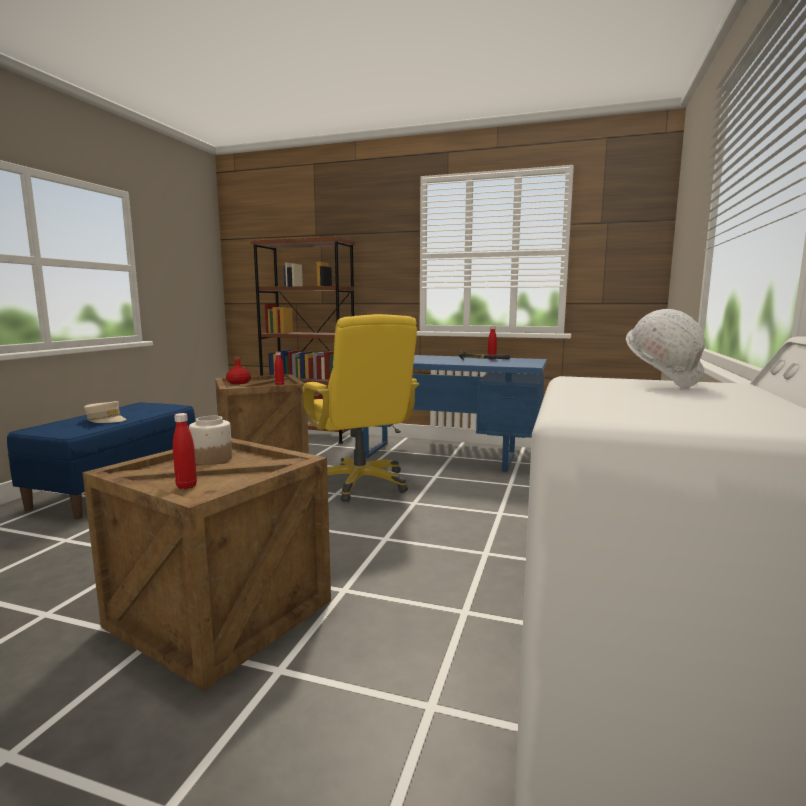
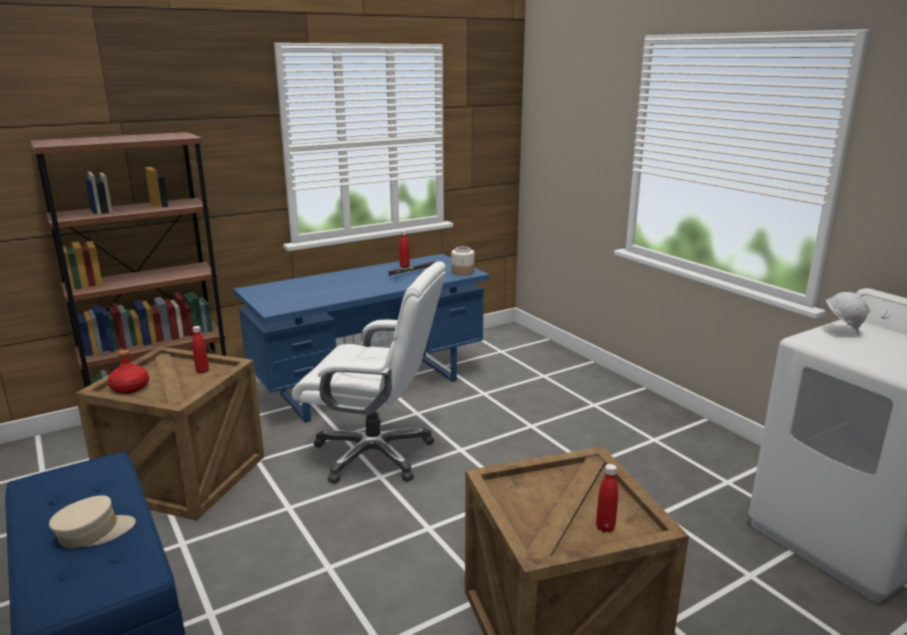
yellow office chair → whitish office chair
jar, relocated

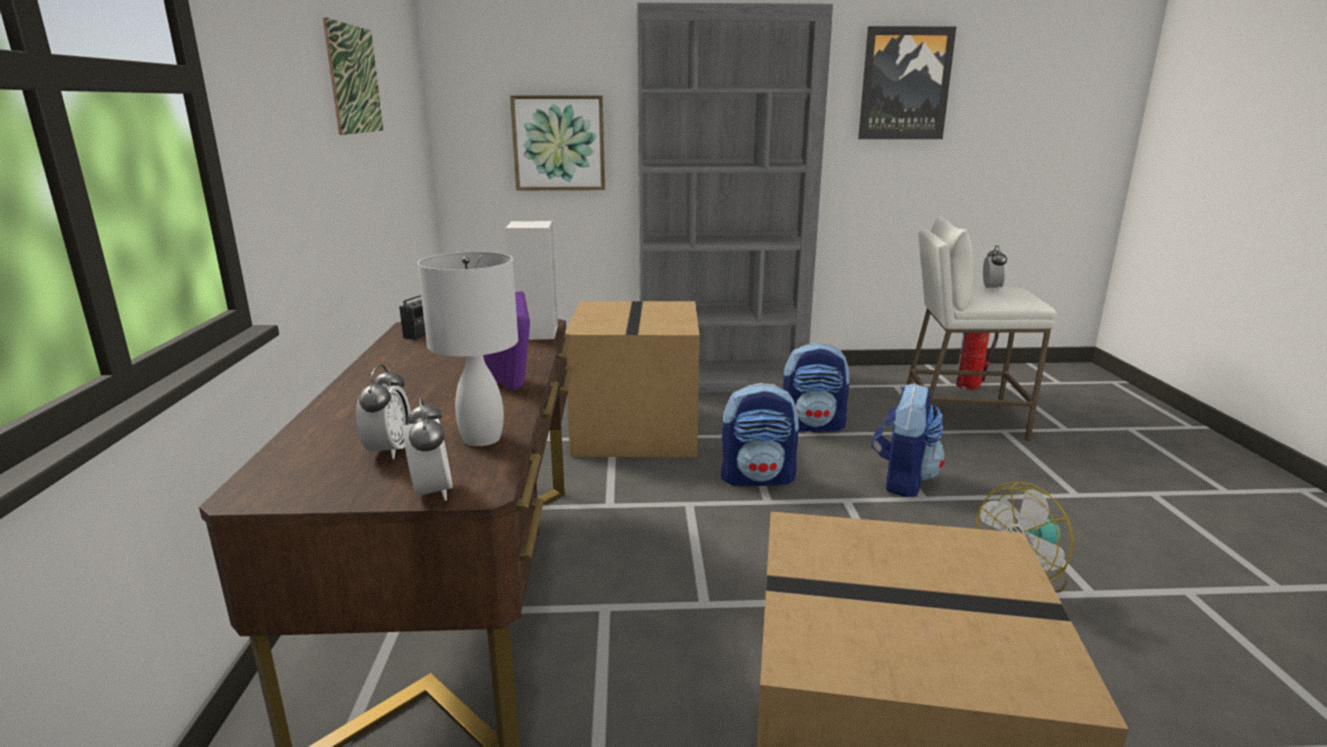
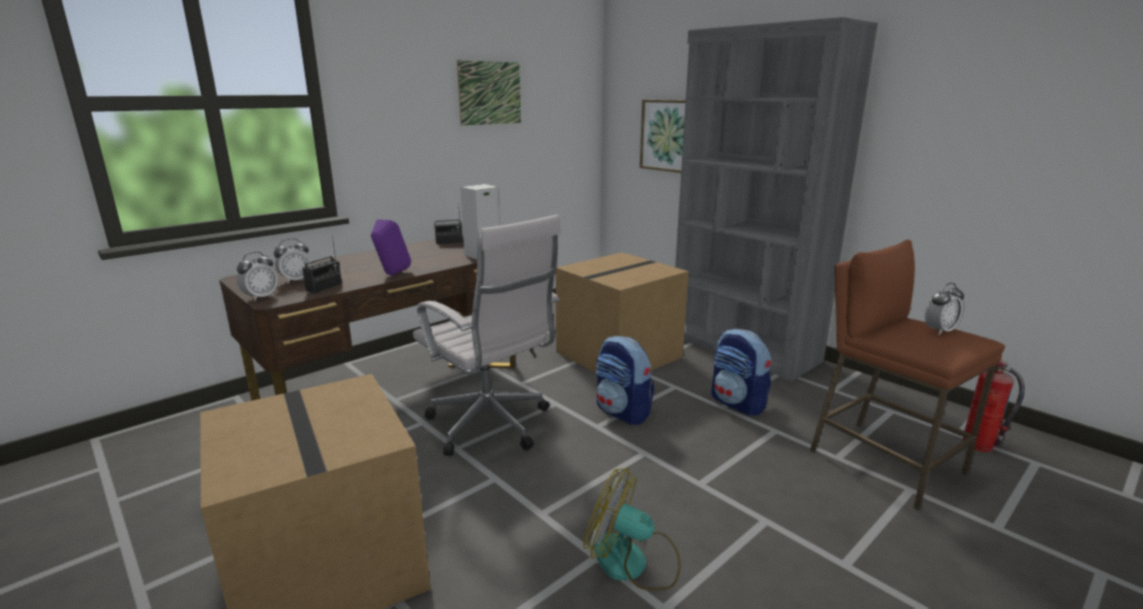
whitish table lamp → radio (no. 1 from left)
- → whitish office chair
whitish sitting stool → brown sitting stool
wall art (no. 3 from left) → -
knapsack (no. 3 from left) → -

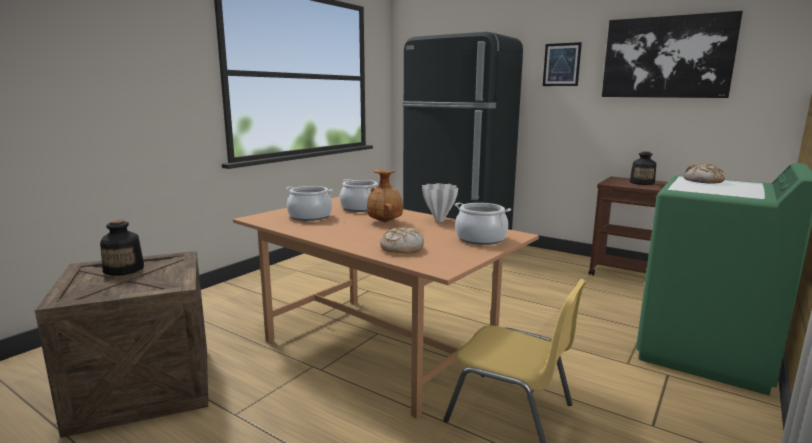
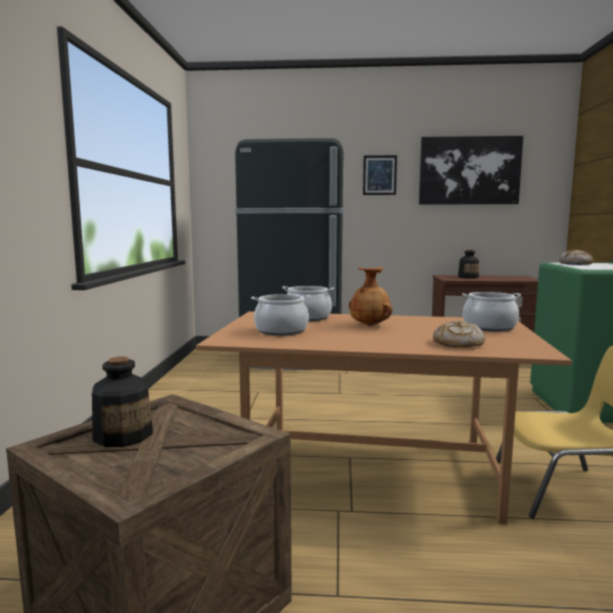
whitish flower vase → -

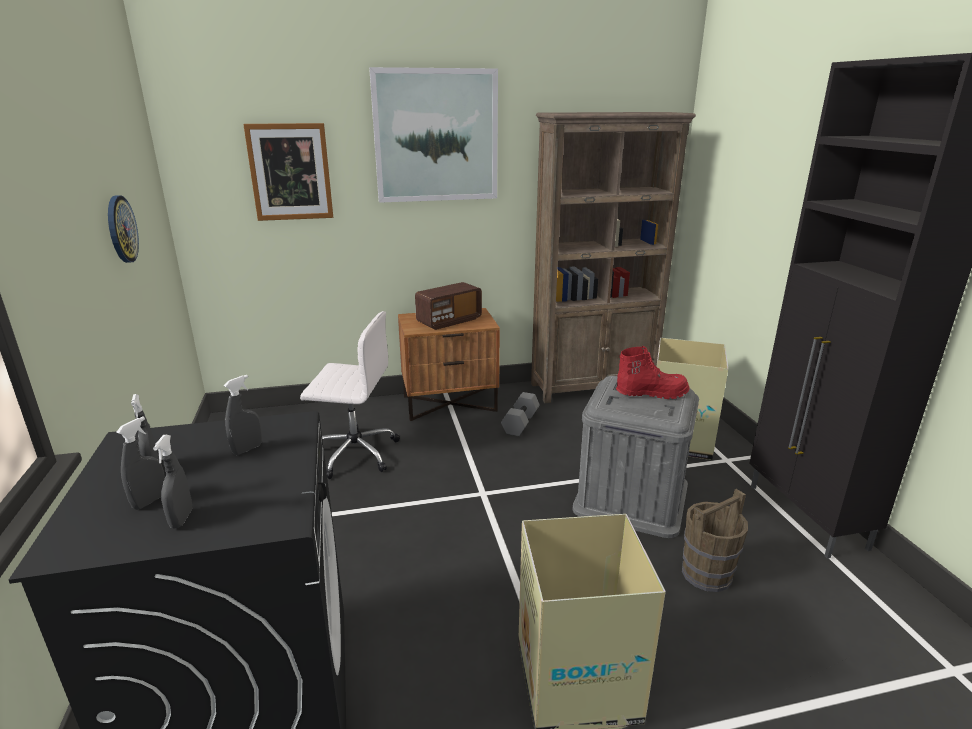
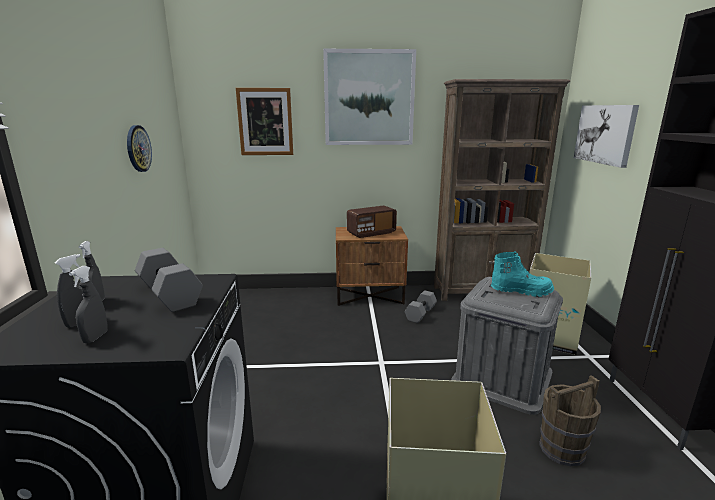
grey spray bottle (no. 4 from left) → grey free weight (no. 1 from left)
red boot → blue-green boot
- → wall art (no. 3 from left)
whitish office chair → -

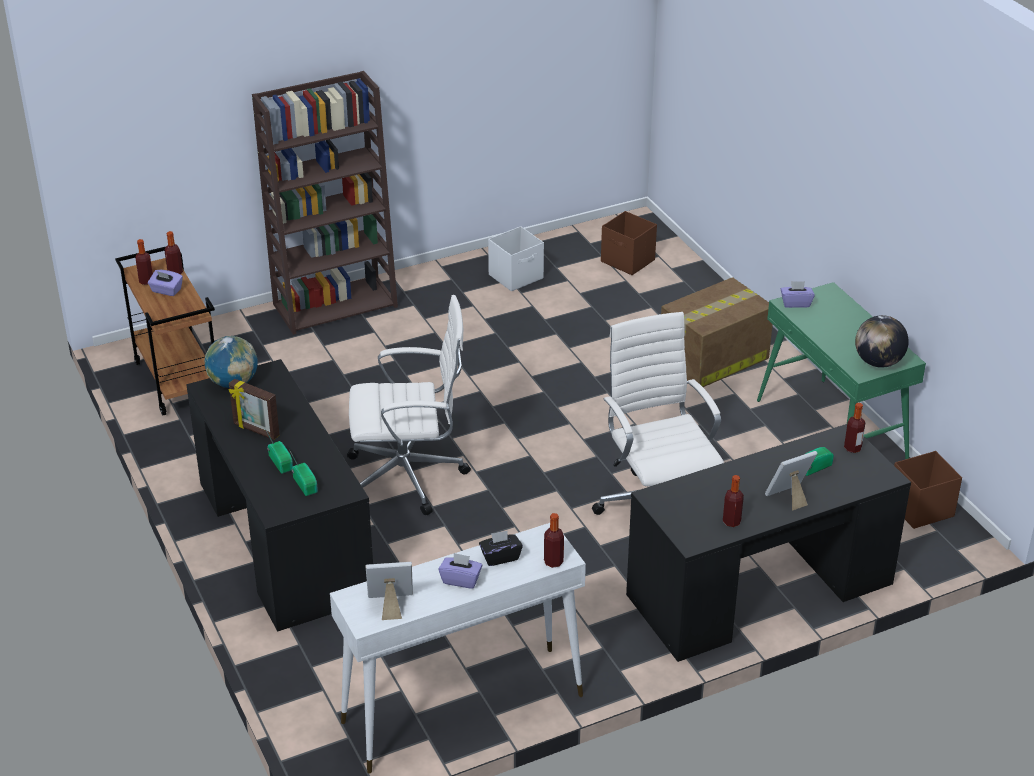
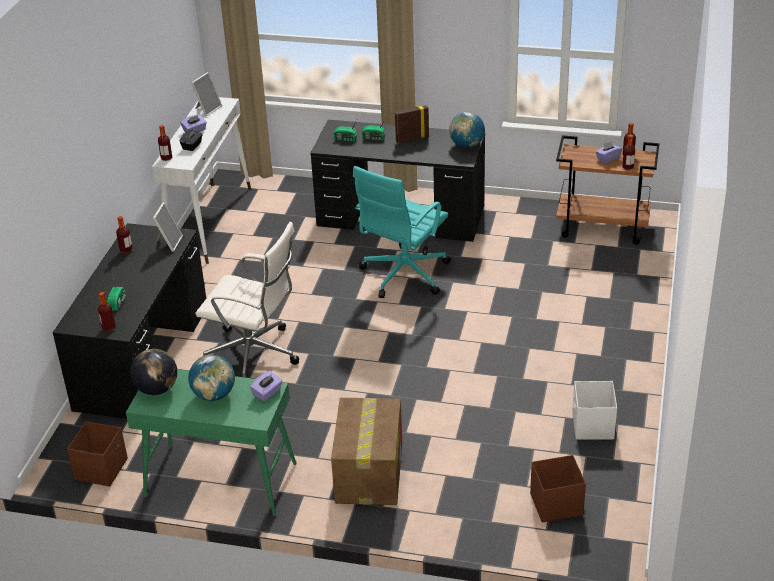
photo frame (no. 3 from left in the first image) → photo frame (no. 1 from left), relocated
- → desk globe (no. 2 from left)
whitish office chair (no. 1 from left) → blue-green office chair
brown shelving unit → -

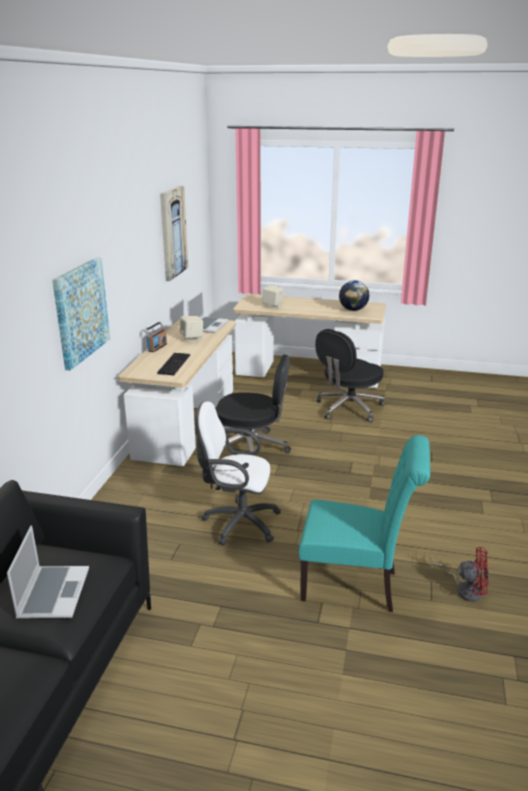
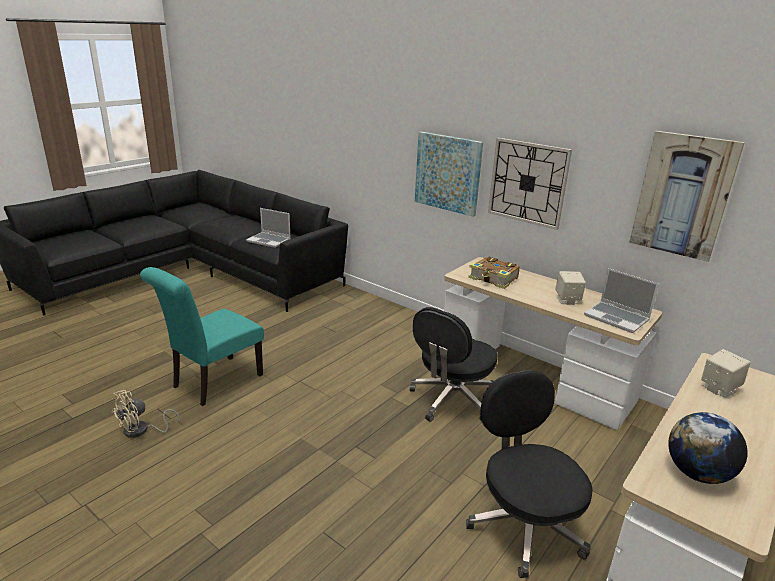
red cooling fan → beige cooling fan
computer keyboard → book
- → hanging clock
radio → -
whitish office chair → -

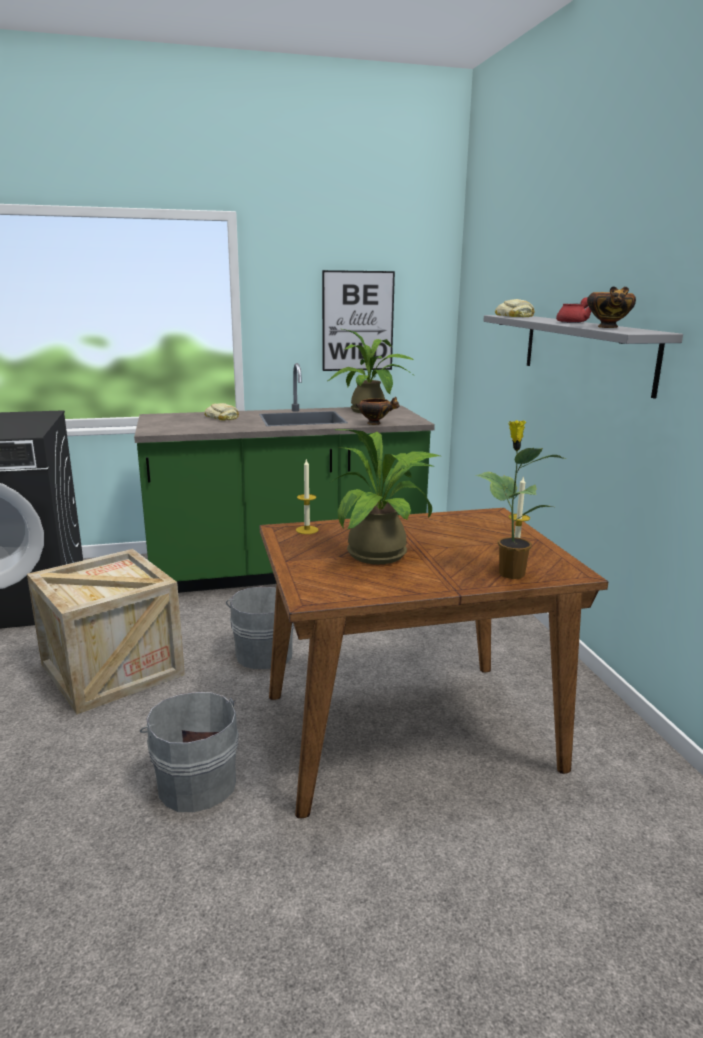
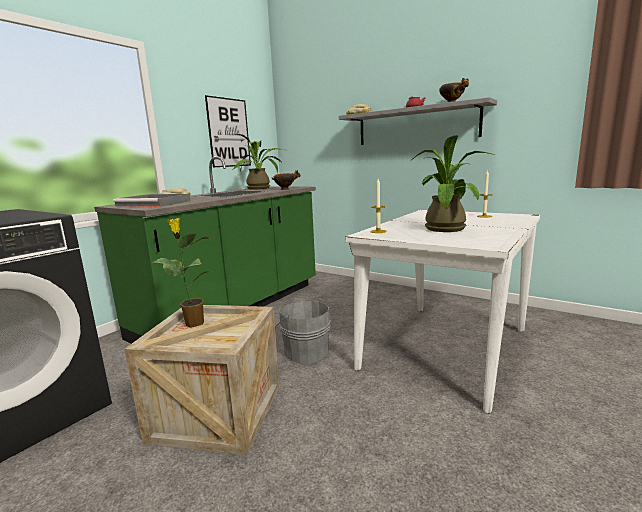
- → grey serving tray
houseplant (no. 3 from left in the first image) → houseplant (no. 1 from left), relocated
brown kitchen table → whitish kitchen table
grey water bucket (no. 1 from left) → -

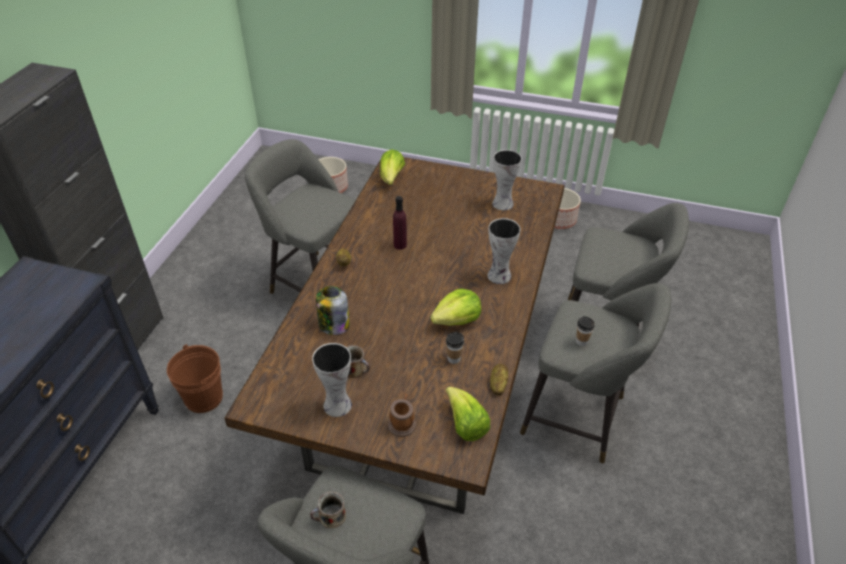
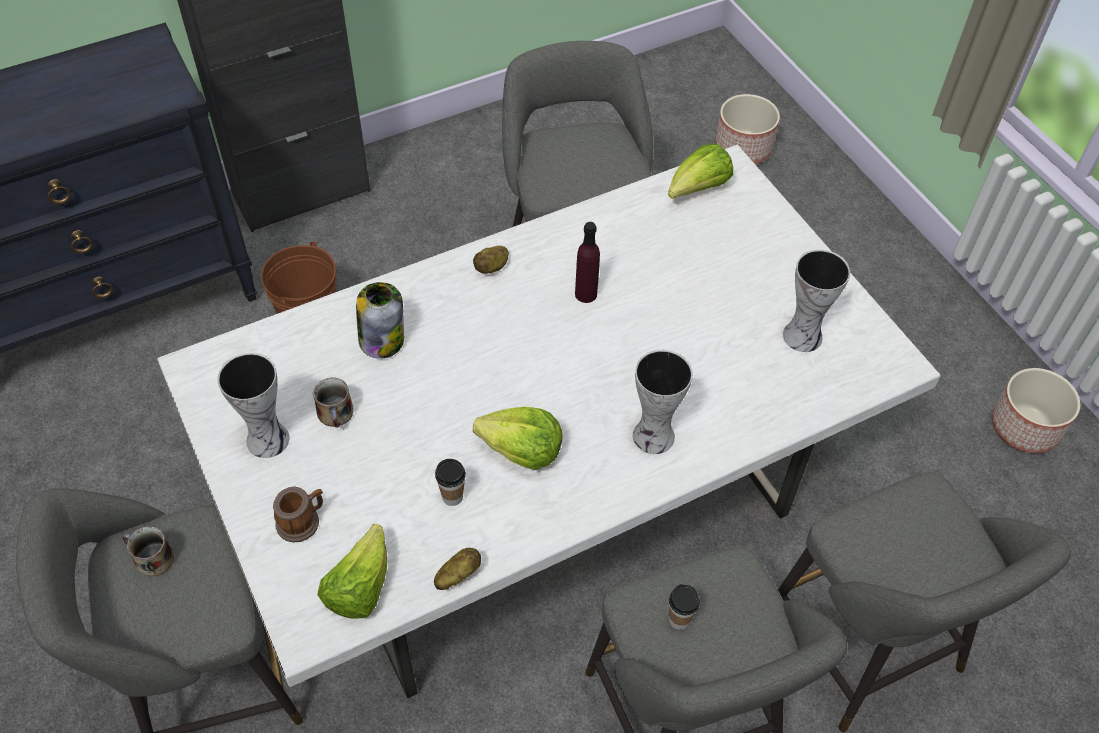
brown kitchen table → whitish kitchen table

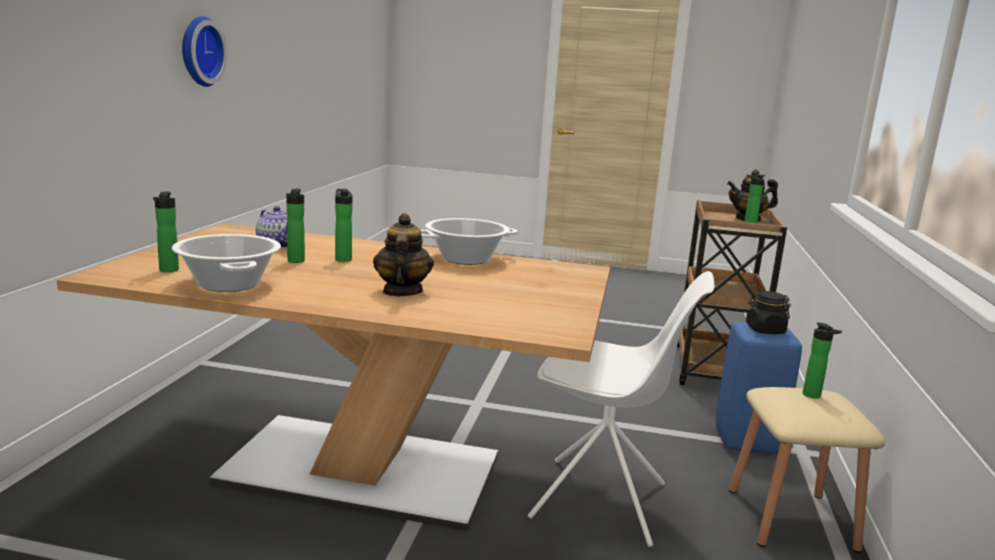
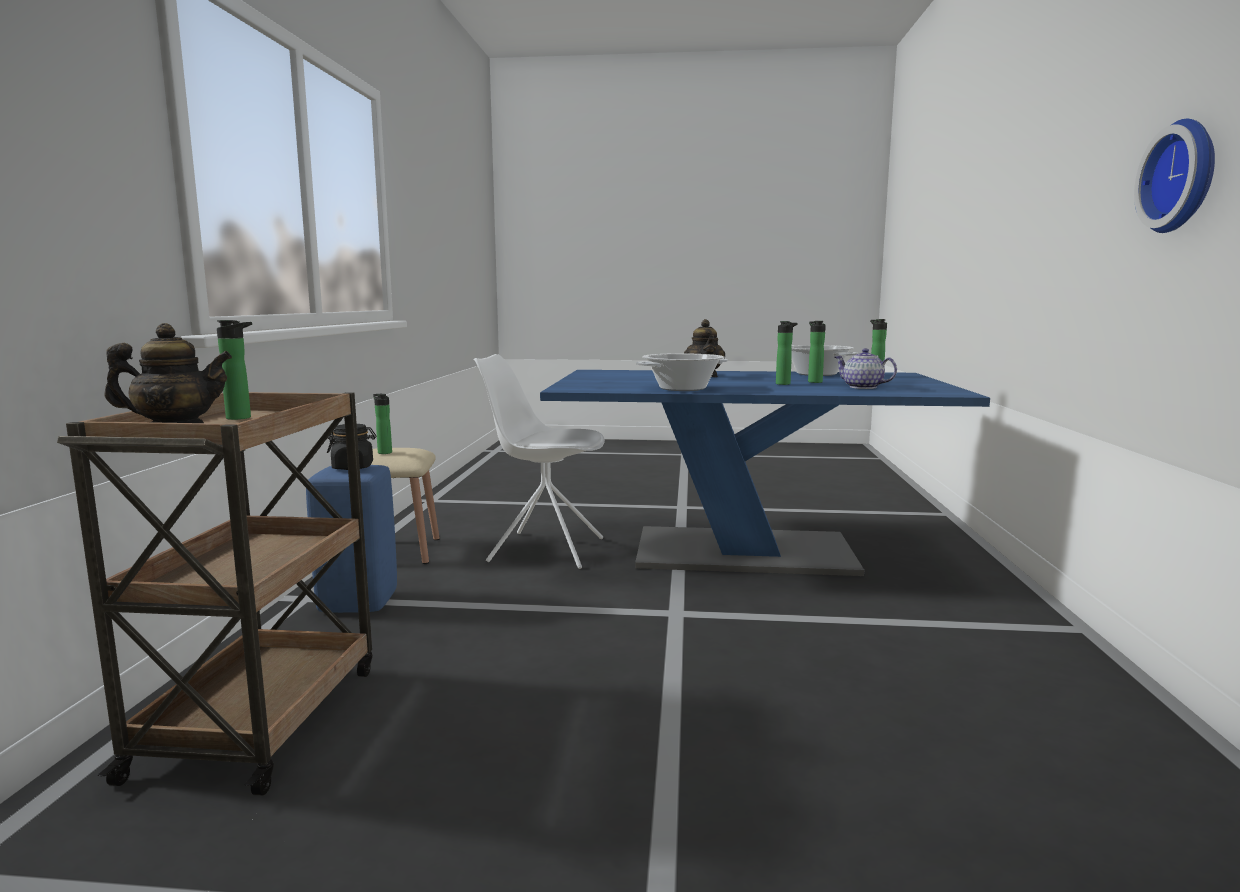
brown kitchen table → blue kitchen table

